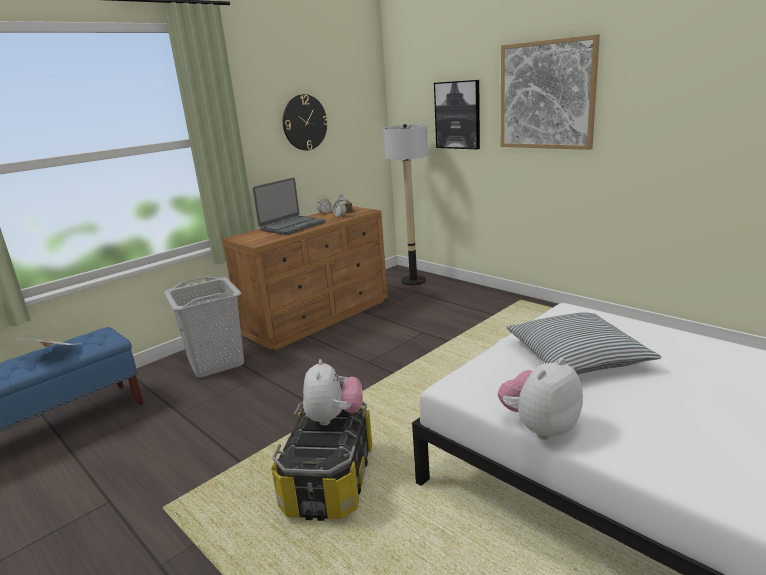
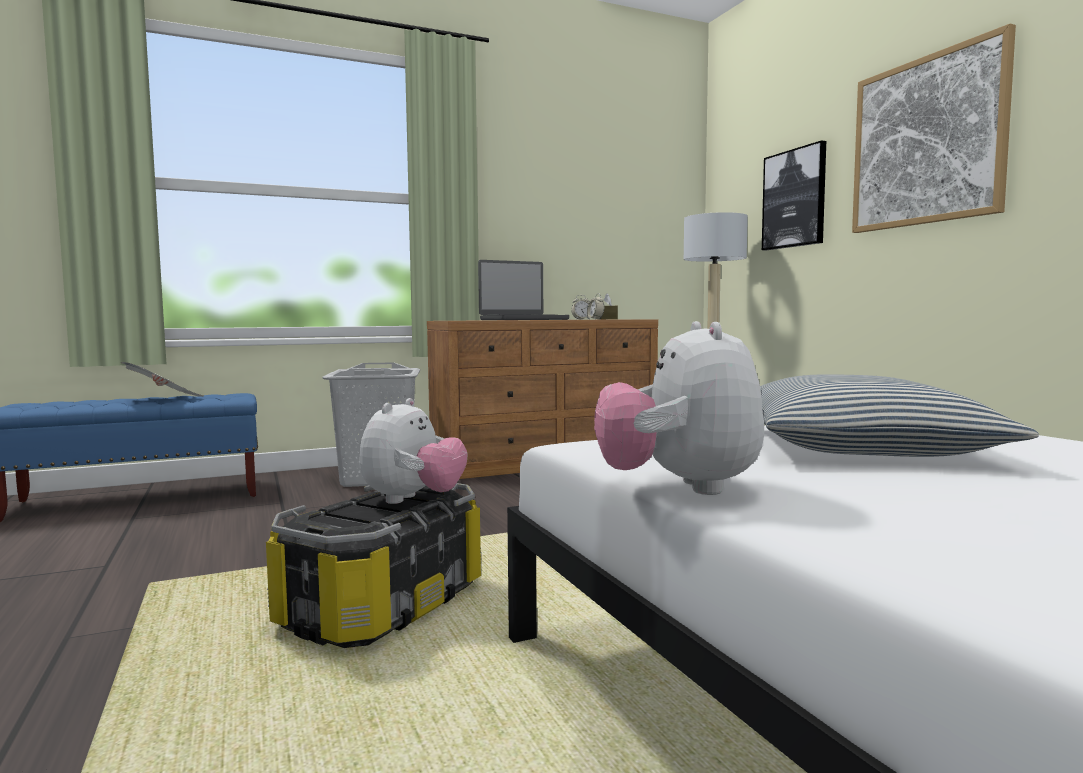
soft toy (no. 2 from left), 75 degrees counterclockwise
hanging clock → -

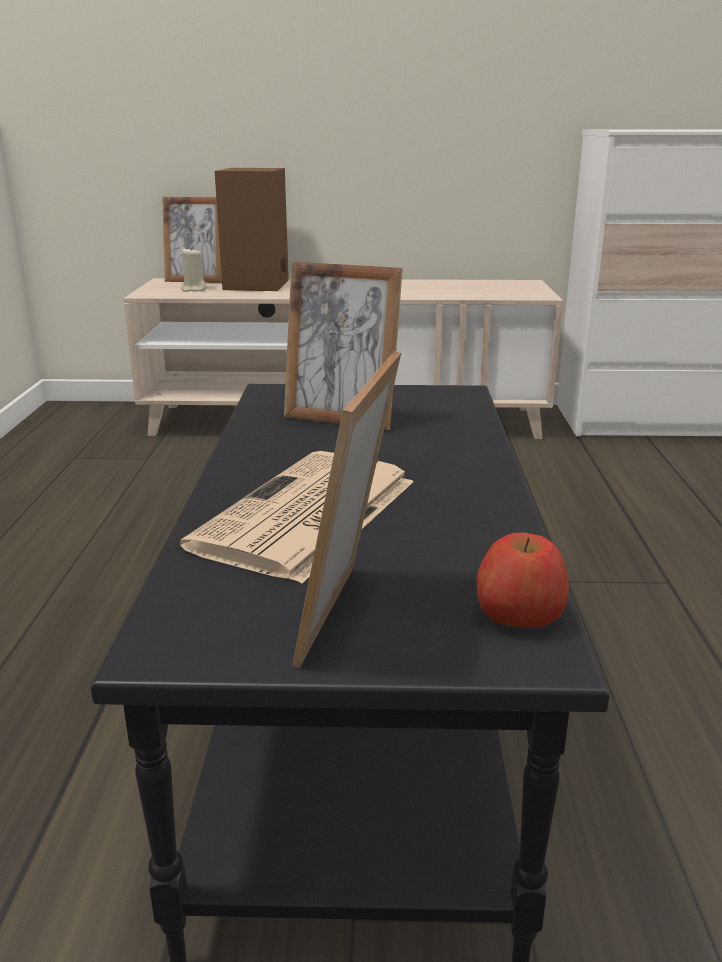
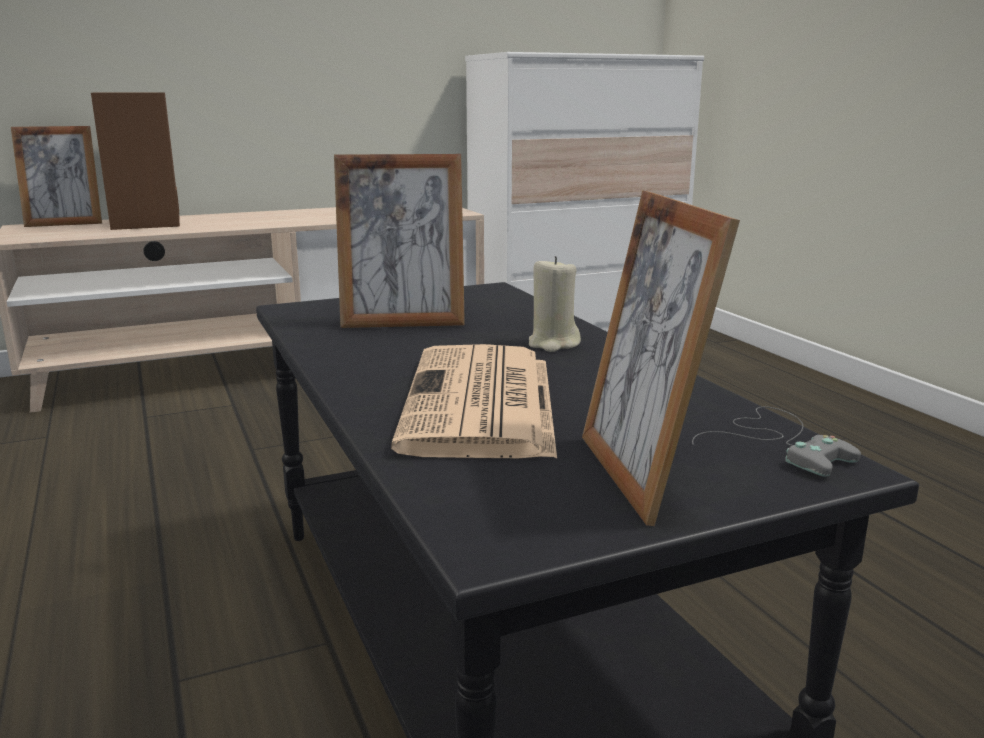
beige candle, relocated
apple → grey game controller

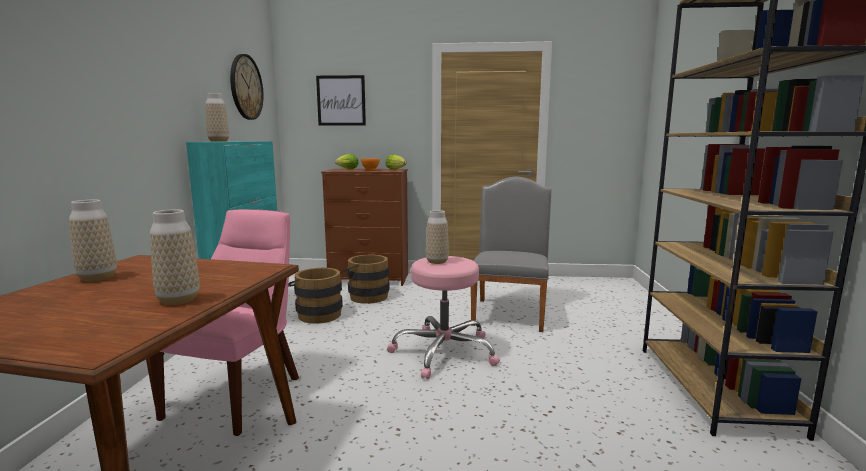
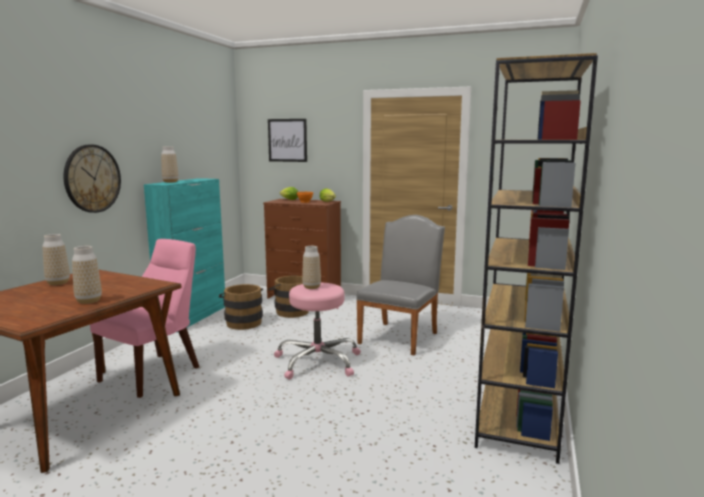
hanging clock, relocated

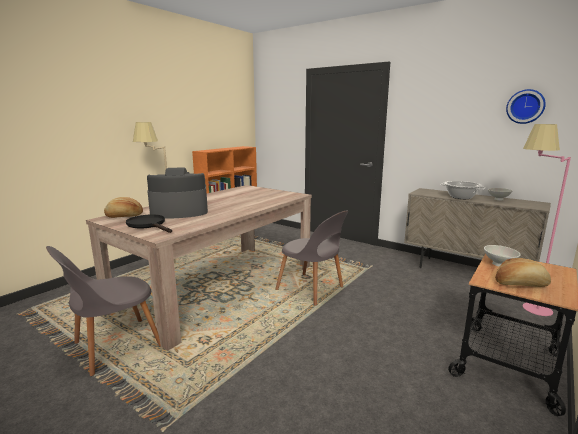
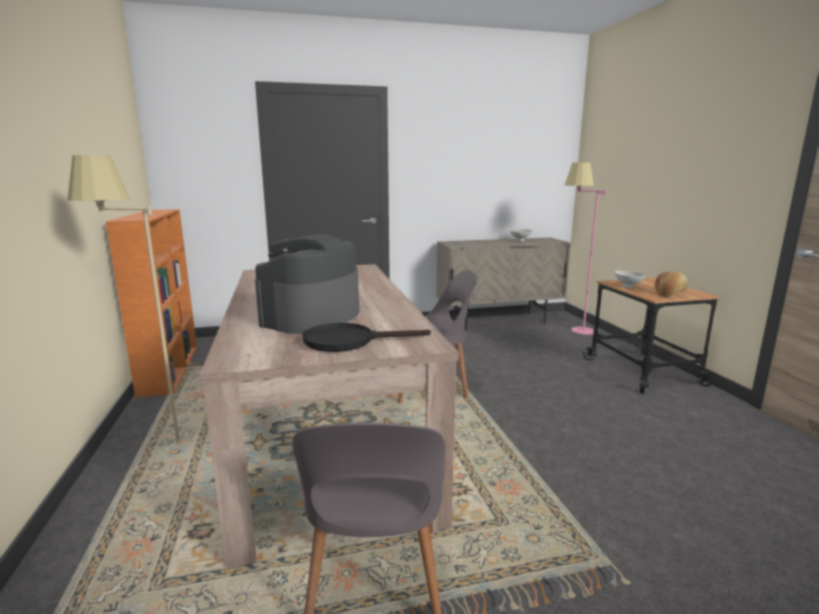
bakery bread (no. 1 from left) → -
stockpot → -
hanging clock → -

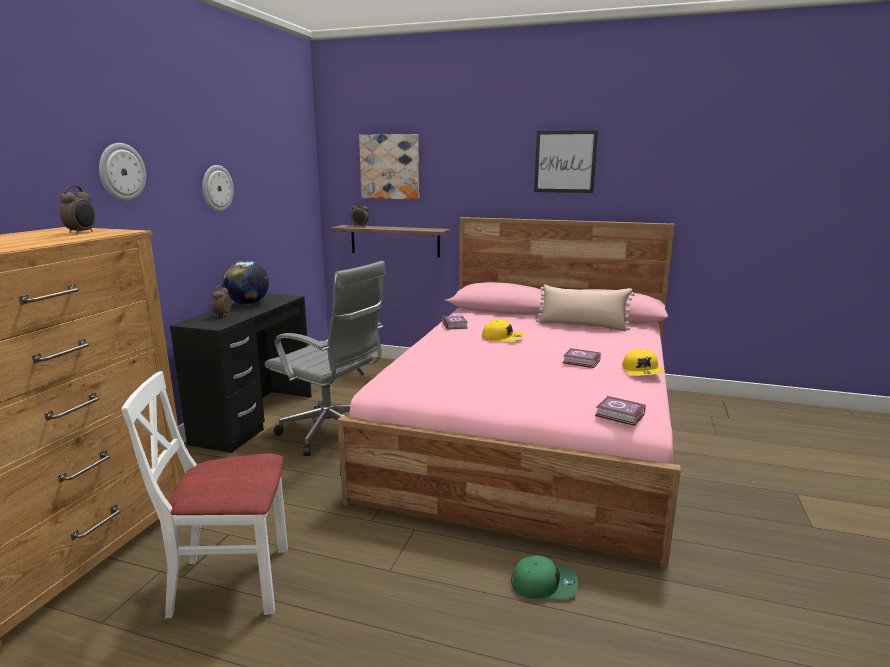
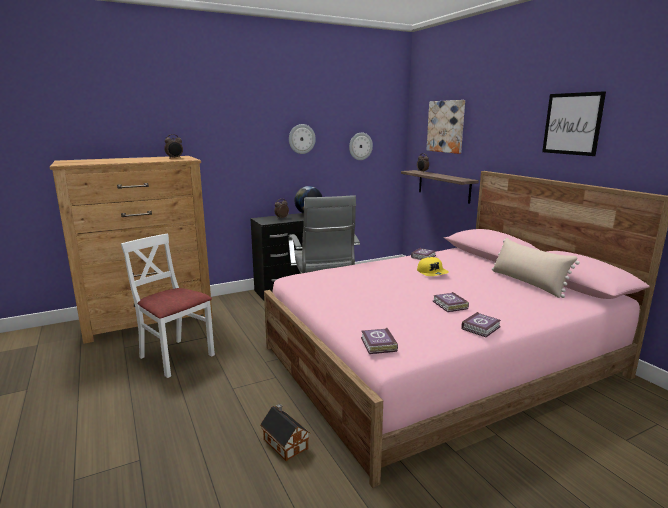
green-coloured baseball cap → miniature house
hanging clock (no. 1 from left in the first image) → hanging clock (no. 2 from left), relocated
yellow baseball cap (no. 2 from left) → book (no. 4 from left)

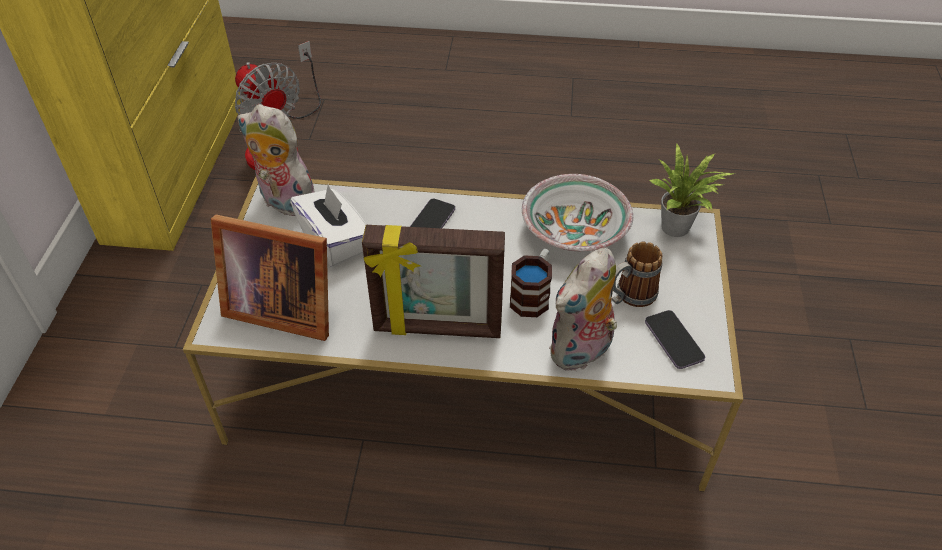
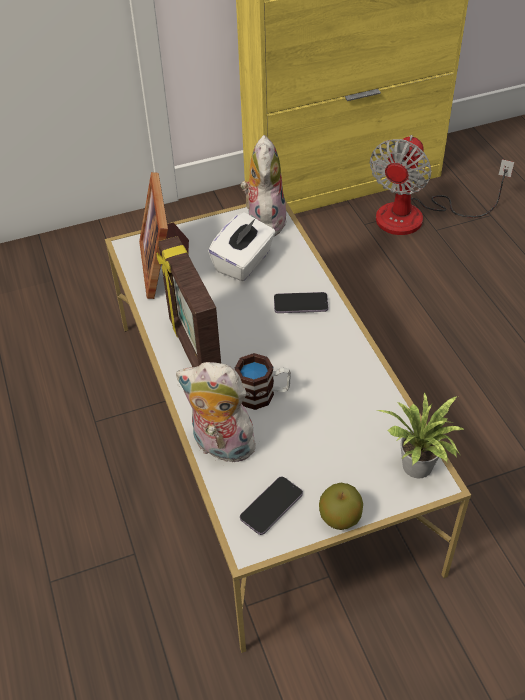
- → apple
serving bowl → -
coffee mug (no. 2 from left) → -

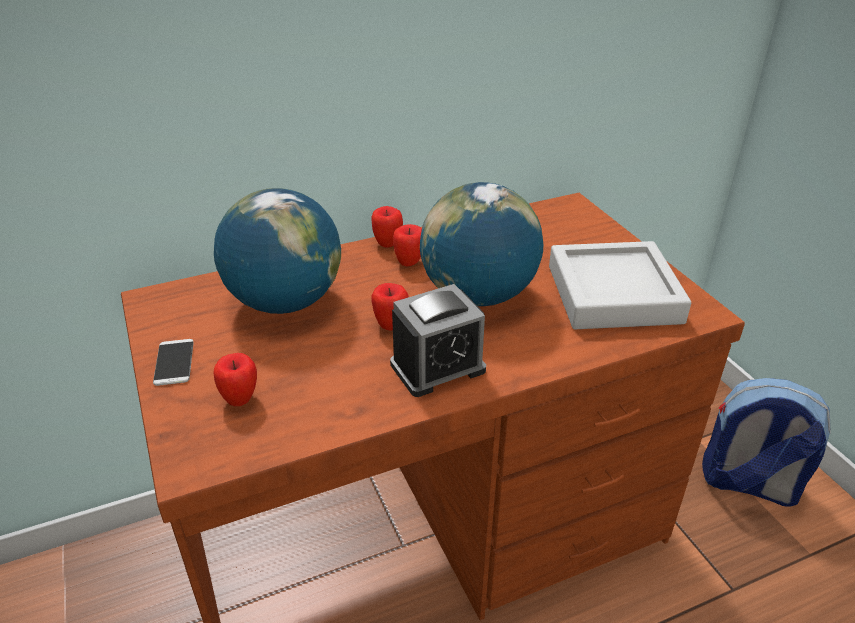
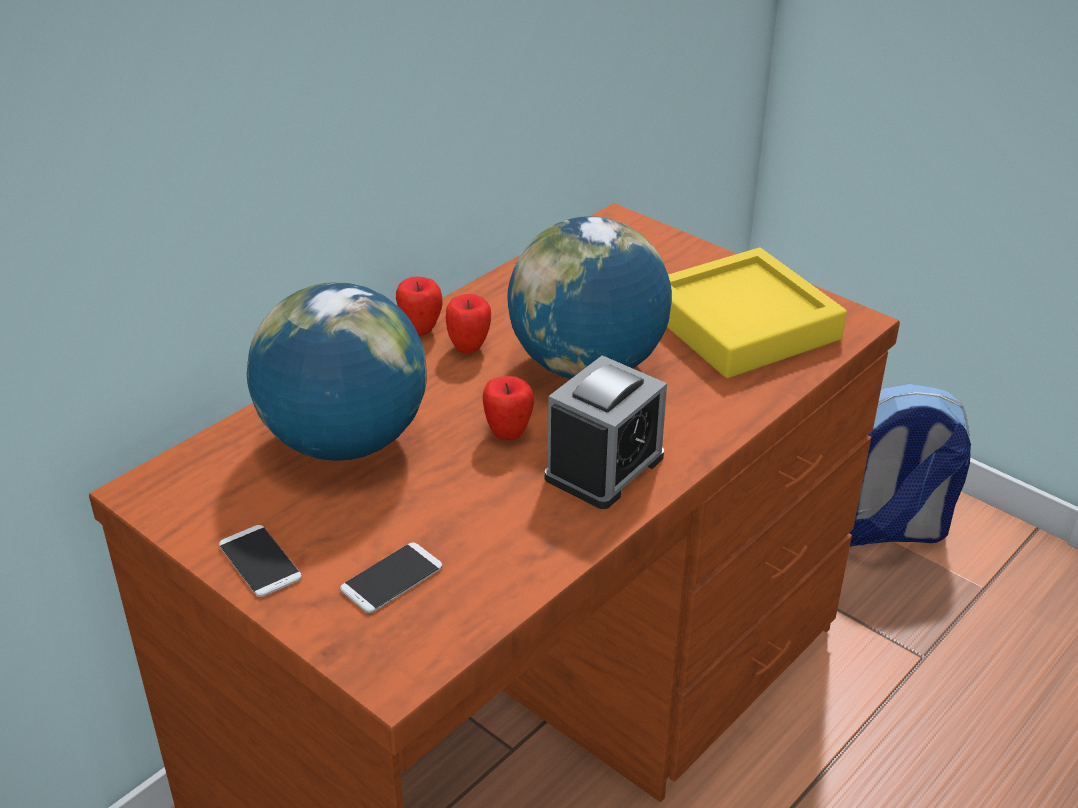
apple (no. 1 from left) → handset (no. 2 from left)
grey serving tray → yellow serving tray

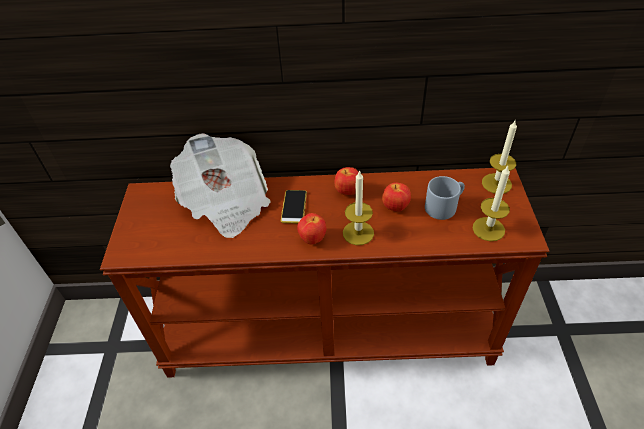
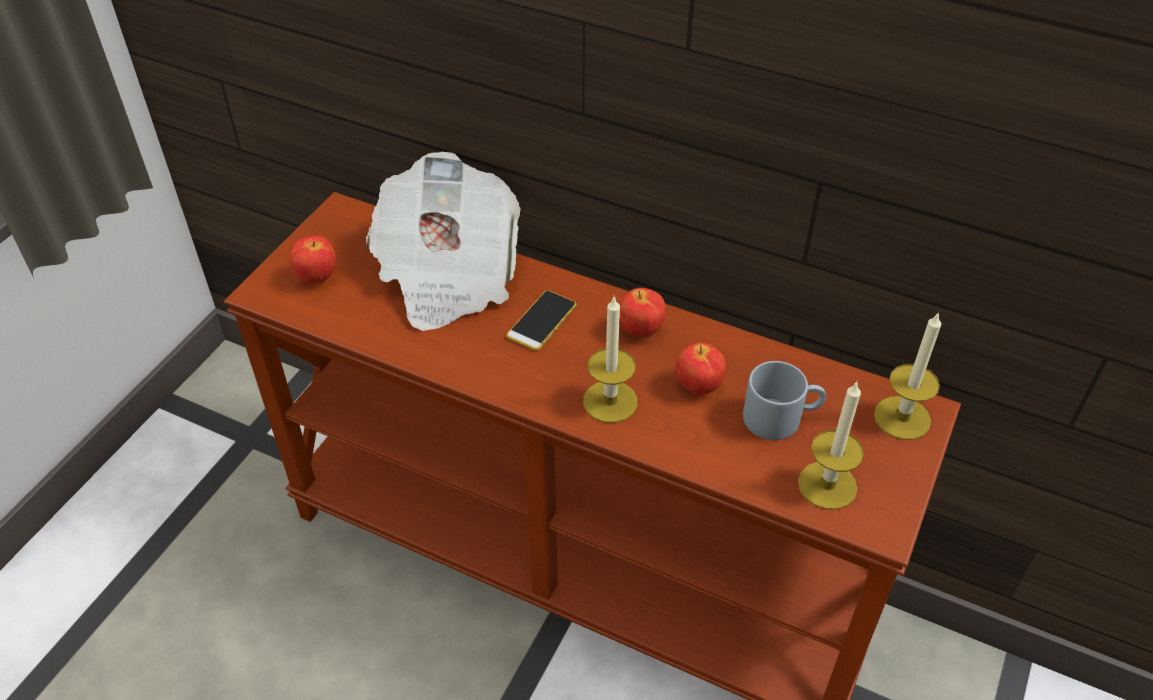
apple (no. 1 from left), relocated

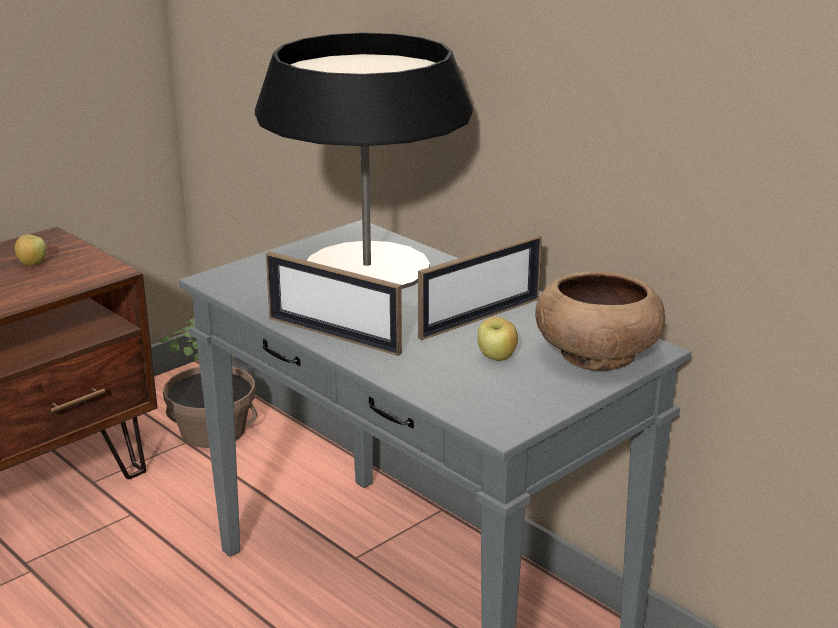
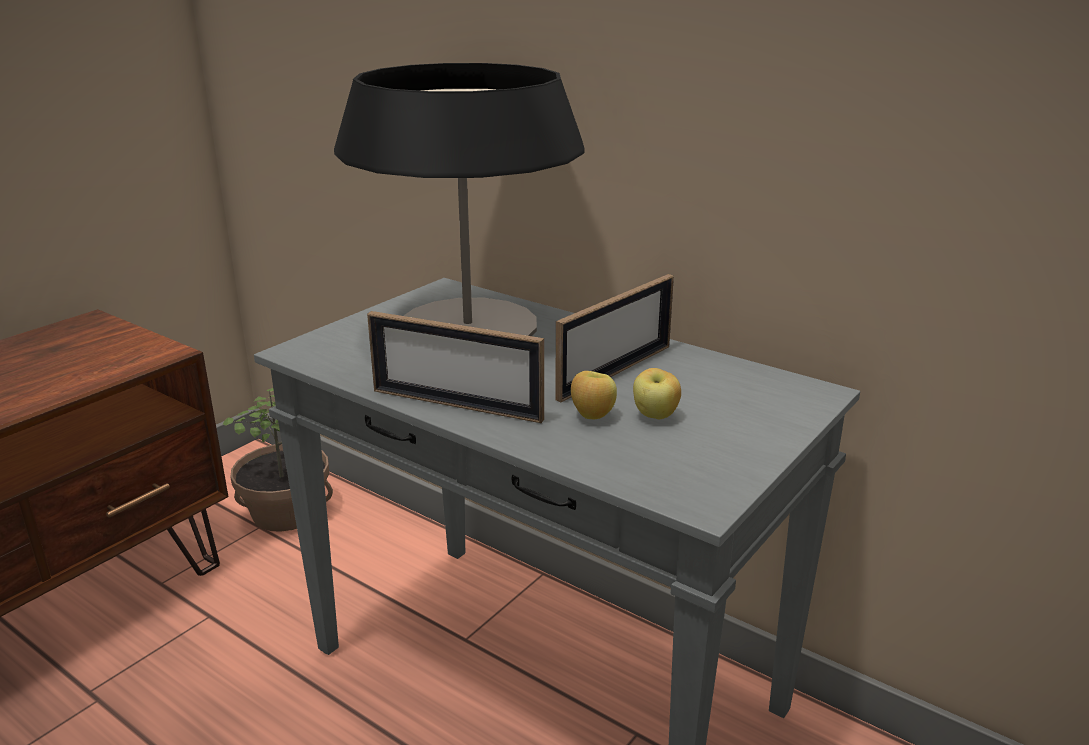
apple (no. 1 from left), relocated
brown serving bowl → -

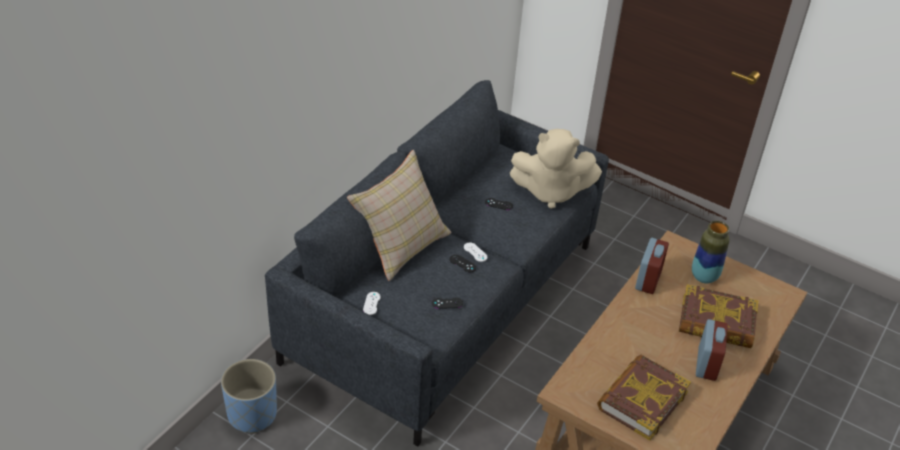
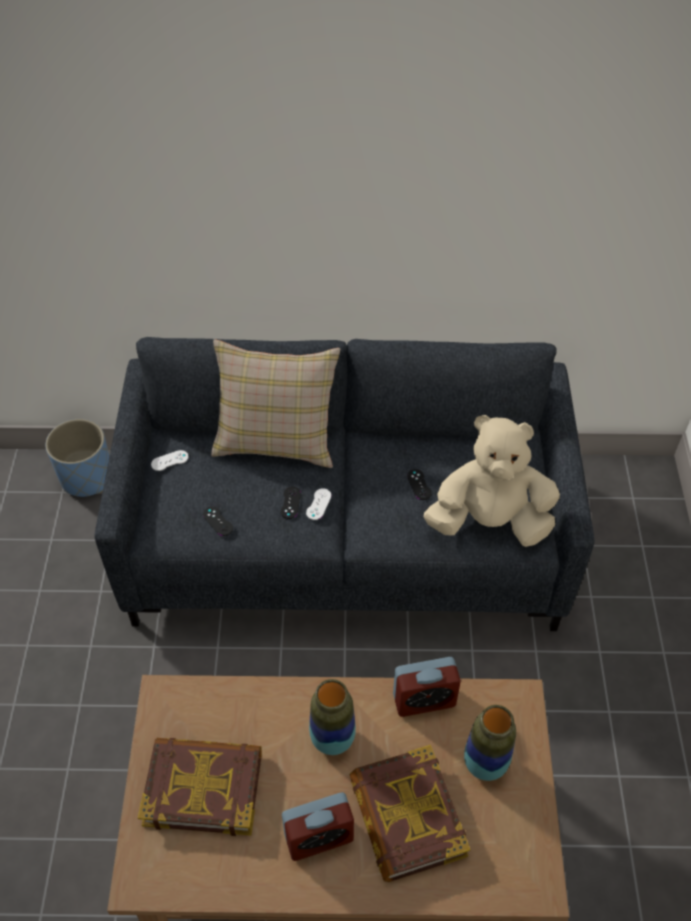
- → flower vase (no. 1 from left)
beige soft toy, 120 degrees clockwise

